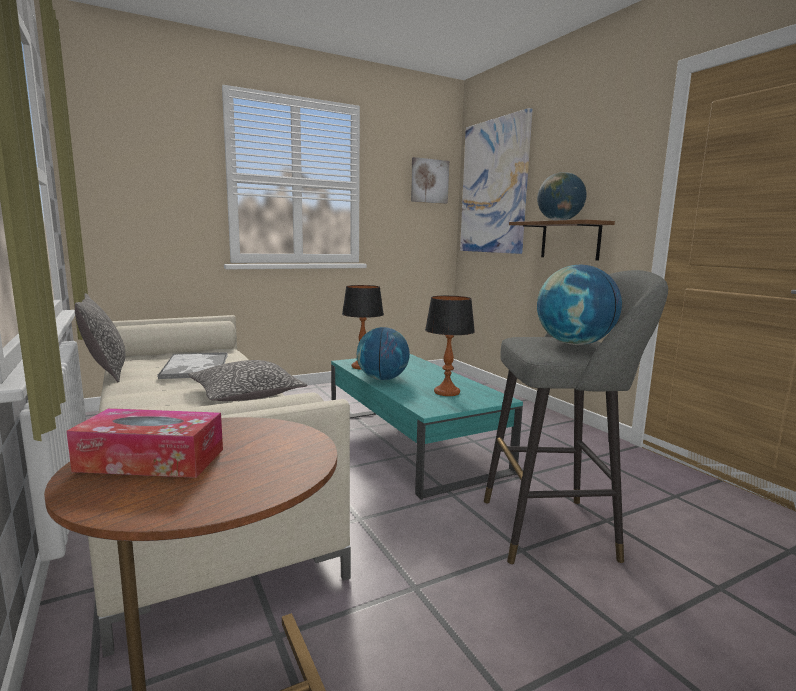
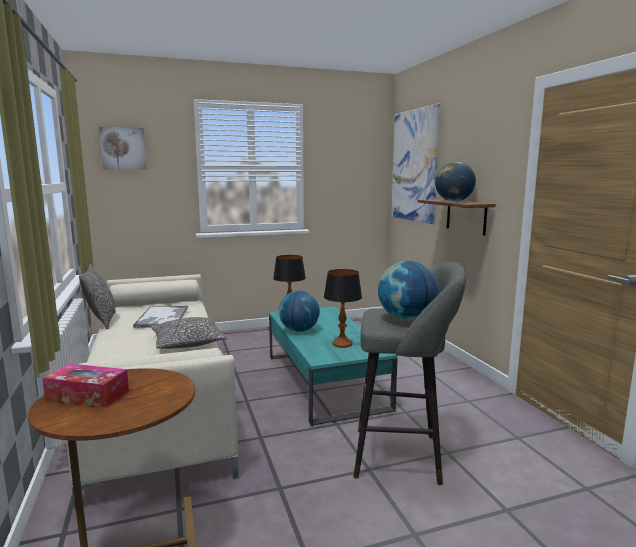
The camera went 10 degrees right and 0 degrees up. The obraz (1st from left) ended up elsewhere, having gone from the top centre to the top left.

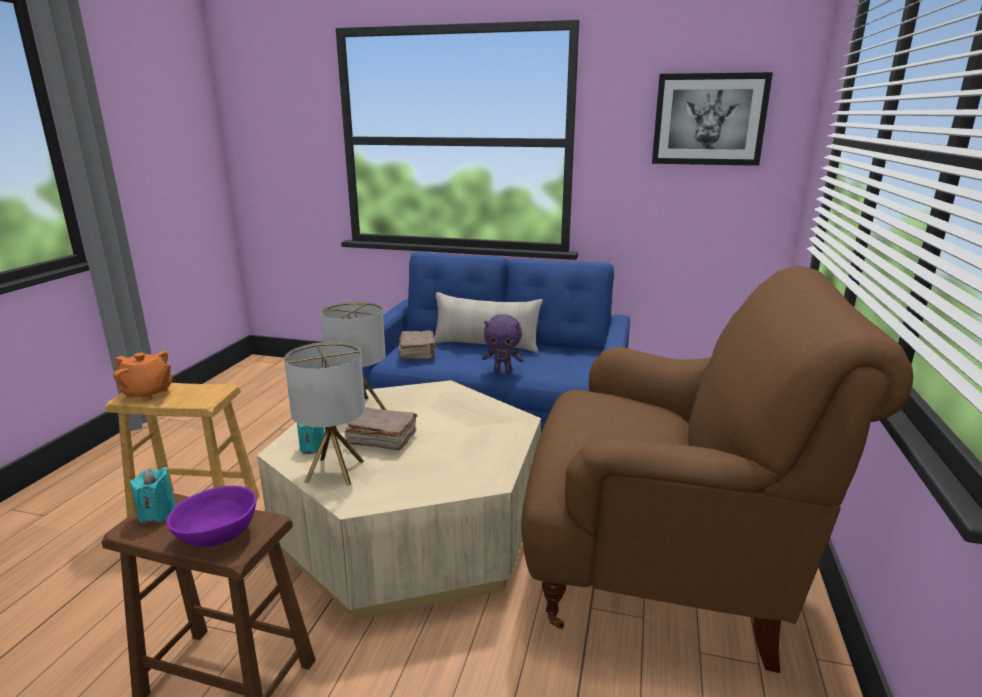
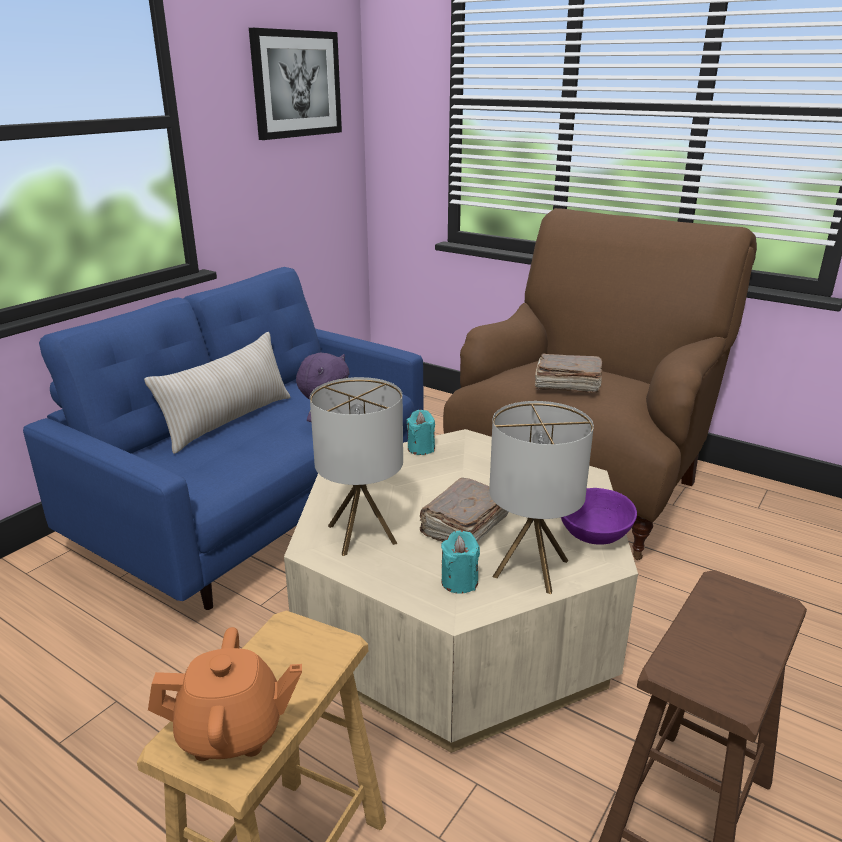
The camera went 70 degrees left and 5 degrees up. The świeca (turkusowy) (1st from left) ended up elsewhere, having gone from the bottom left to the centre. The miska (fioletowy) ended up elsewhere, having gone from the bottom left to the middle right. The książka (brązowy) (2nd from left) ended up elsewhere, having gone from the centre to the middle right. The imbryk (pomarańczowy) at the middle left ended up facing another way, 45 degrees clockwise from before.

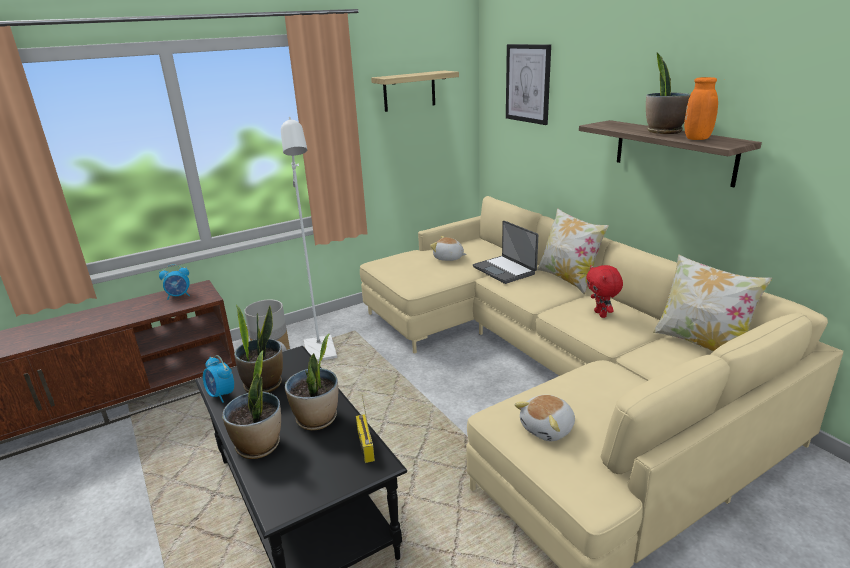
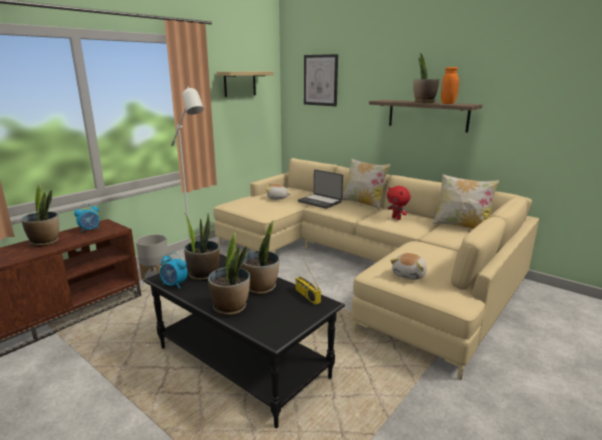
The camera went 20 degrees left and 5 degrees down. The second view gained the roślina doniczkowa (1st from left) at the middle left.

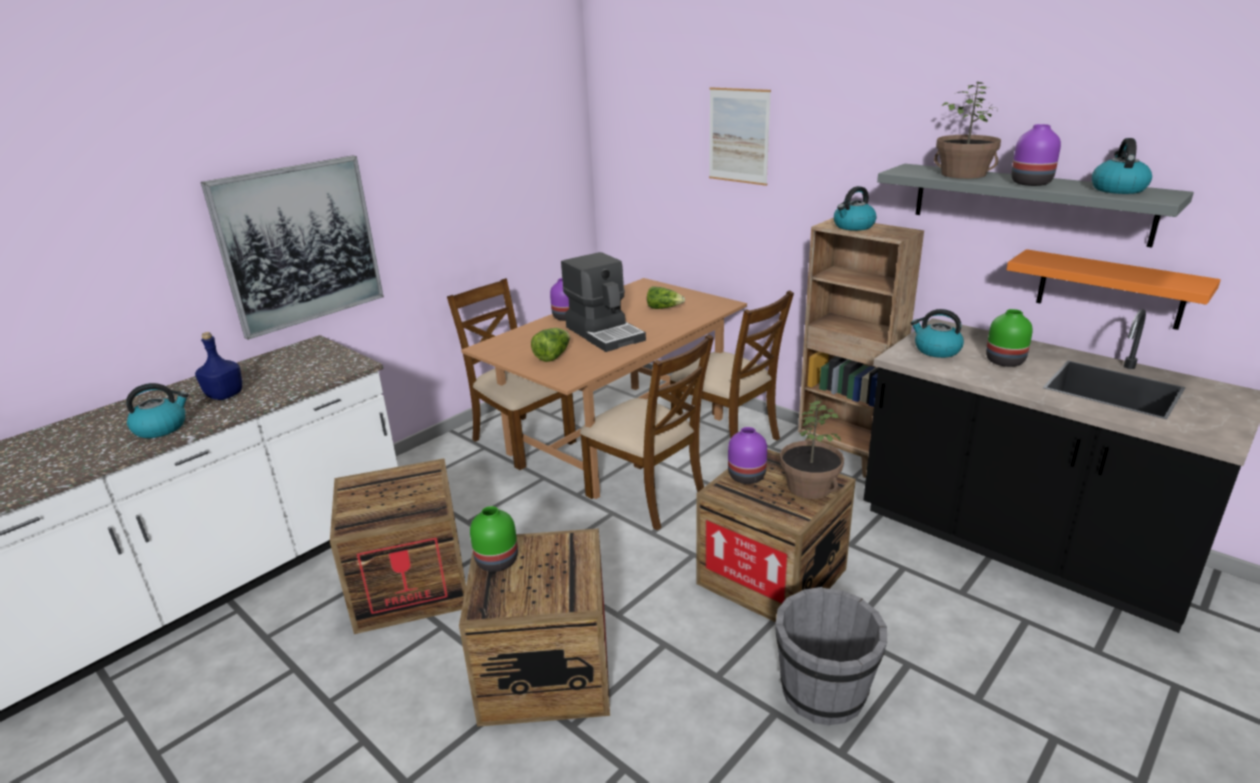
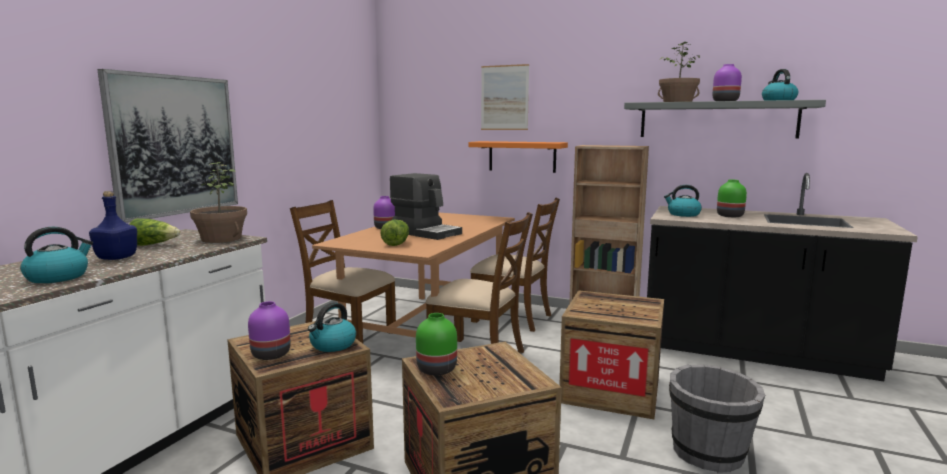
The camera went 20 degrees left and 15 degrees down. The sałata (2nd from left in the first image) ended up elsewhere, having gone from the centre to the middle left. The wazon (fioletowy) (2nd from left in the first image) ended up elsewhere, having gone from the centre to the bottom left. The roślina doniczkowa (1st from left) ended up elsewhere, having gone from the centre to the middle left. The czajnik (2nd from left) ended up elsewhere, having gone from the top right to the bottom centre. The półka (pomarańczowy) ended up elsewhere, having gone from the middle right to the top centre.

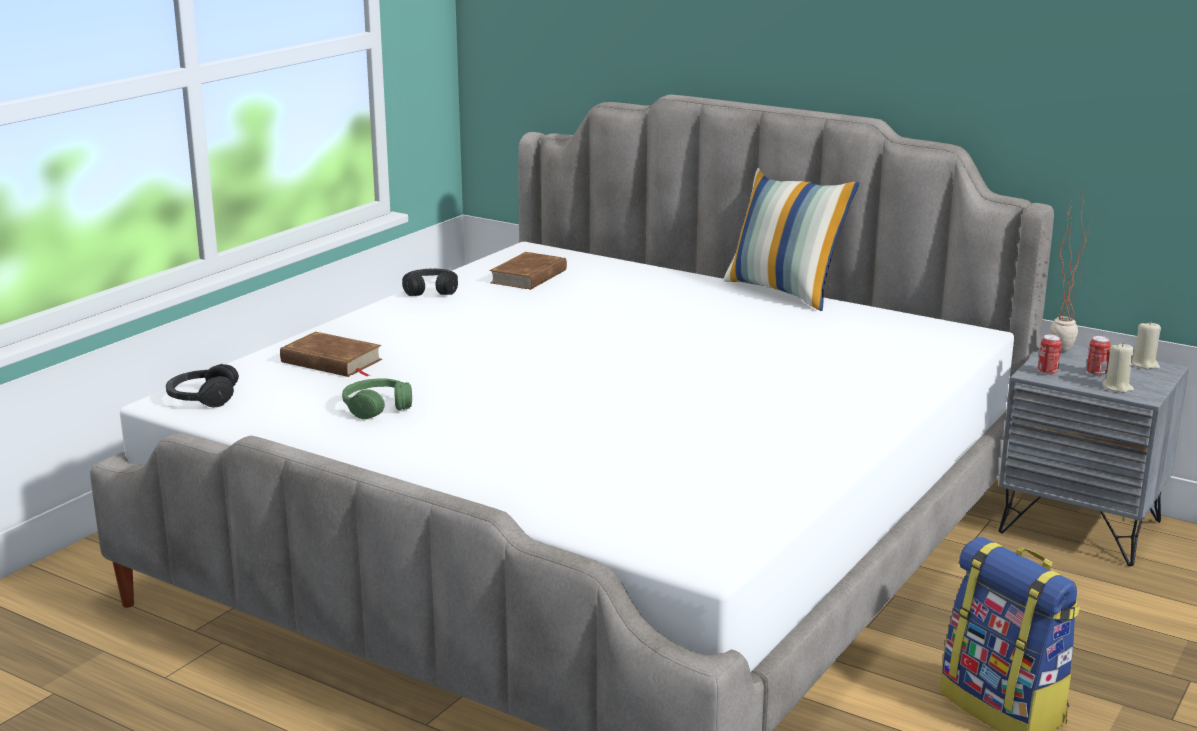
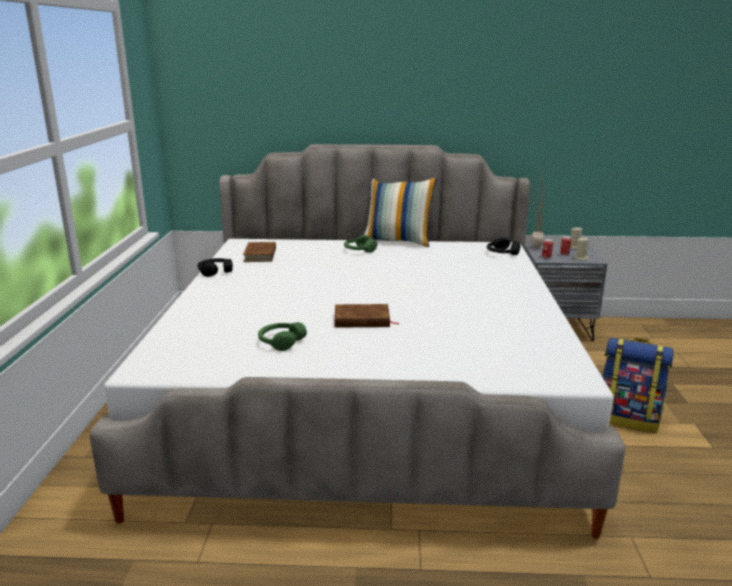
The camera went 30 degrees left and 0 degrees up. The second view gained the słuchawki (zielony) (2nd from left) at the centre. The słuchawki (czarny) (1st from left in the first image) ended up elsewhere, having gone from the middle left to the middle right. The książka (brązowy) (1st from left in the first image) ended up elsewhere, having gone from the middle left to the centre.

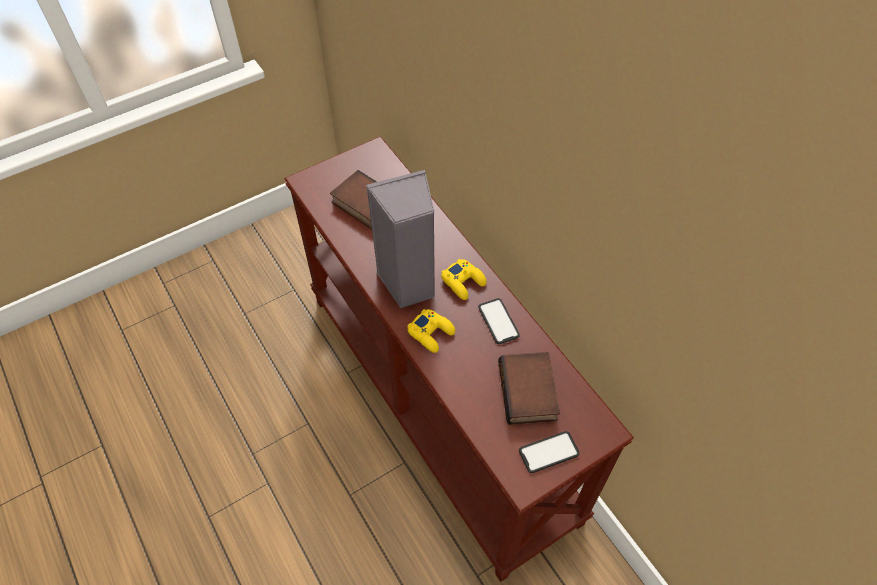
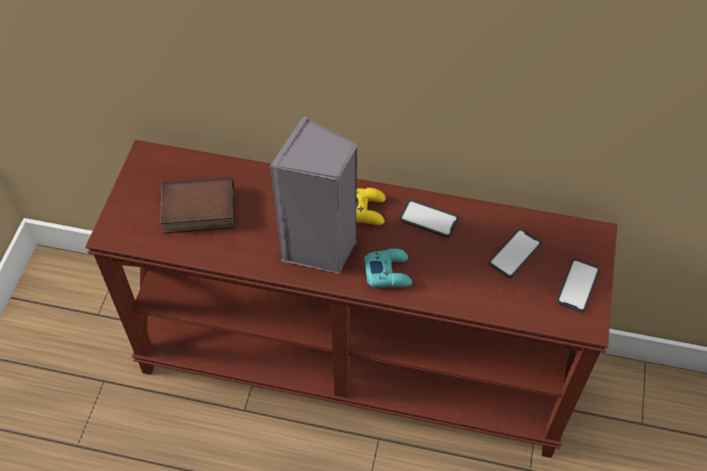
The camera went 45 degrees left and 0 degrees up. Where the książka (2nd from left) stood at the centre, the telefon (2nd from left) came to stand at the middle right. What was the pad do gier (żółty) (1st from left) at the centre turned into the pad do gier (turkusowy) at the centre.

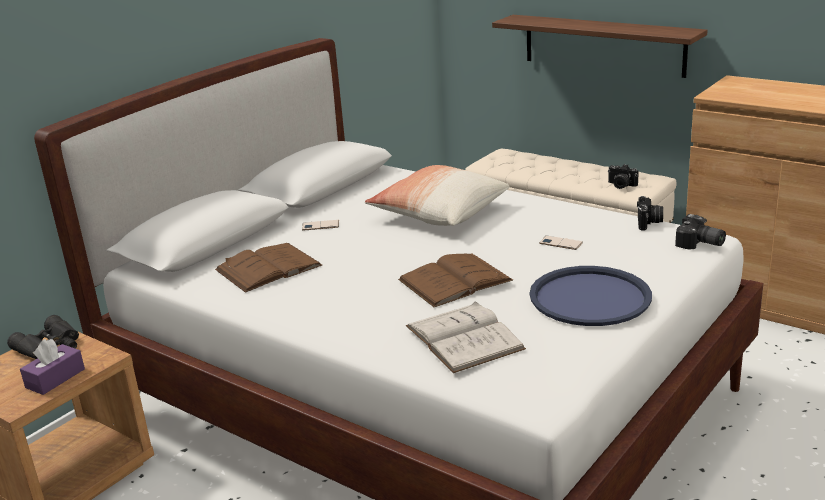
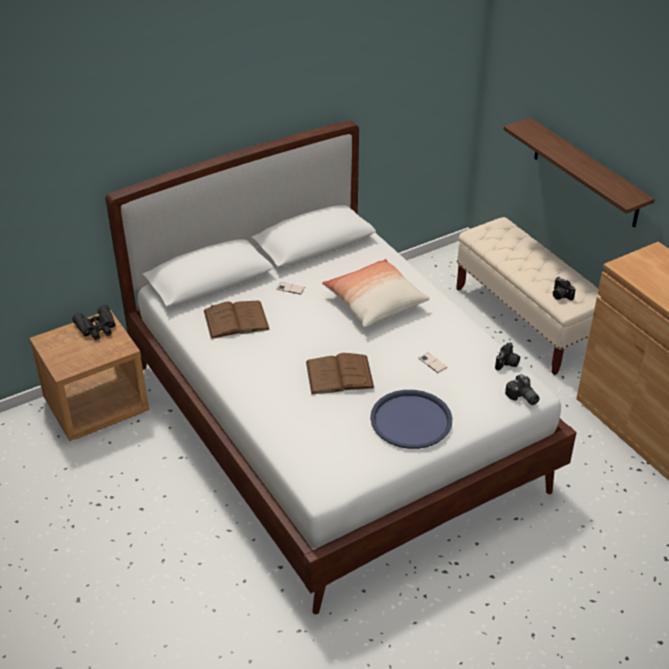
The camera went 20 degrees right and 15 degrees up. The second view lost the pudełko chusteczek (fioletowy) at the bottom left. The second view lost the książka (biały) at the bottom centre.

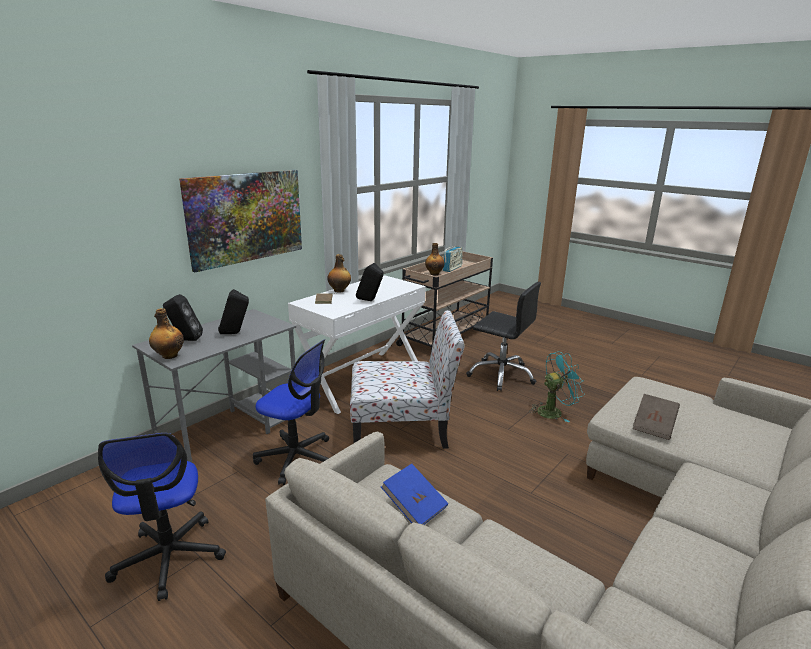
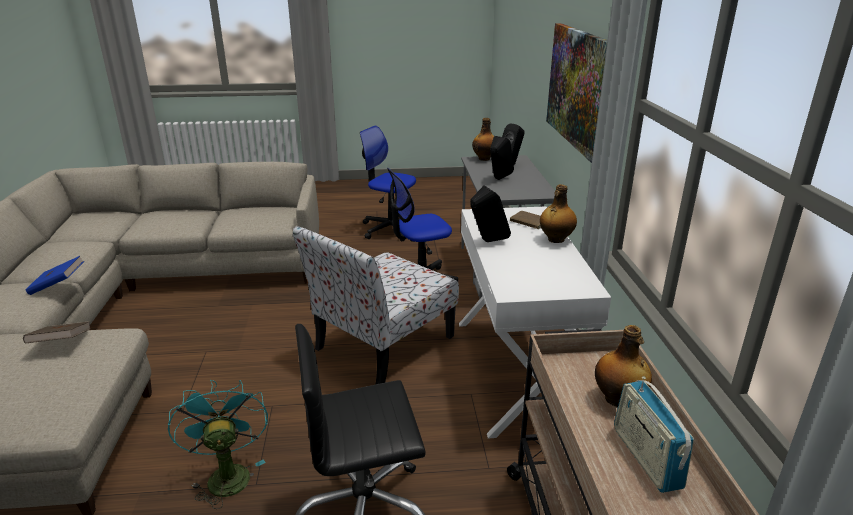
The camera went 135 degrees right and 5 degrees up. The książka (niebieski) ended up elsewhere, having gone from the bottom centre to the middle left. The wentylator (turkusowy) at the middle right ended up facing another way, 135 degrees clockwise from before.

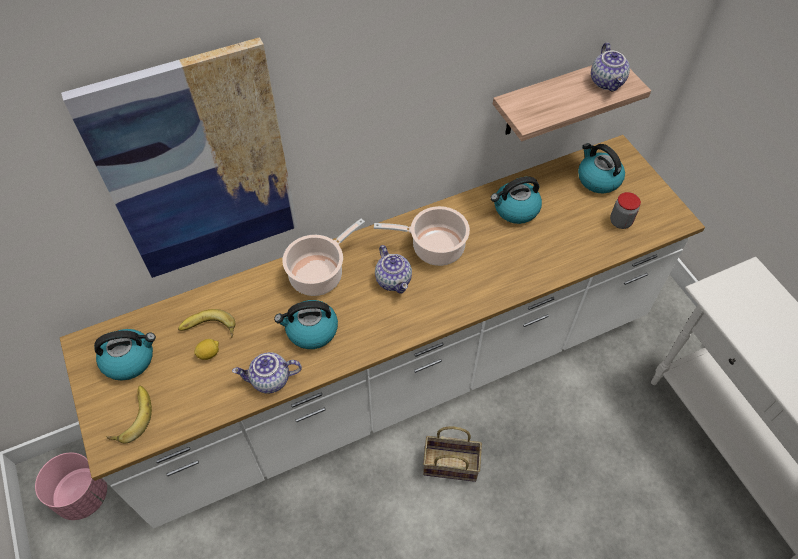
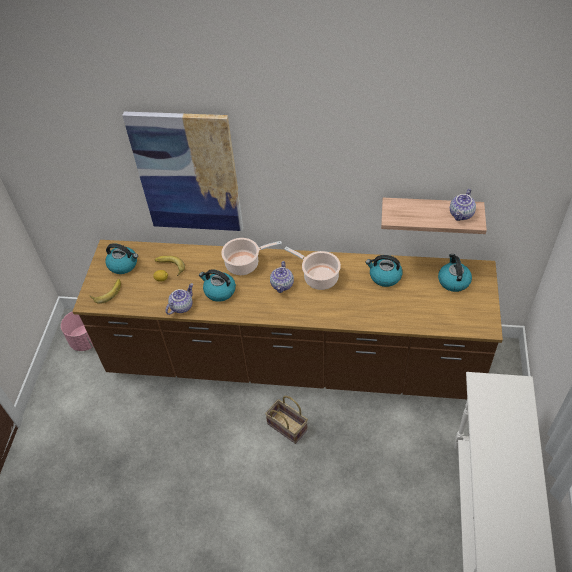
The camera went 35 degrees right and 5 degrees down. The second view lost the słoik at the middle right. What was the zabudowa kuchenna (biały) at the centre turned into the zabudowa kuchenna (brązowy) at the centre. The imbryk (1st from left) at the bottom centre ended up facing another way, 105 degrees clockwise from before.

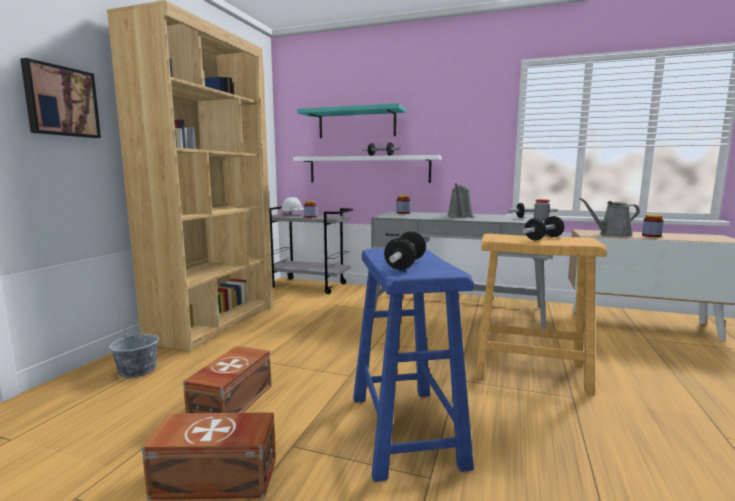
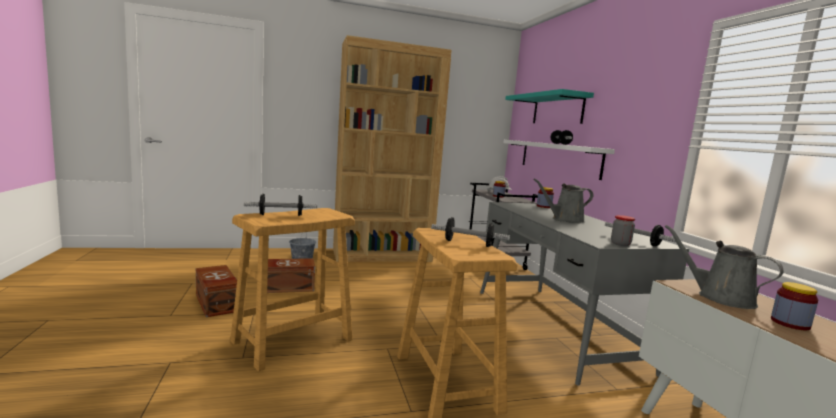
The camera went 55 degrees right and 0 degrees up. The second view lost the obraz at the top left. What was the stołek (niebieski) at the bottom centre turned into the stołek (beżowy) (1st from left) at the bottom centre.

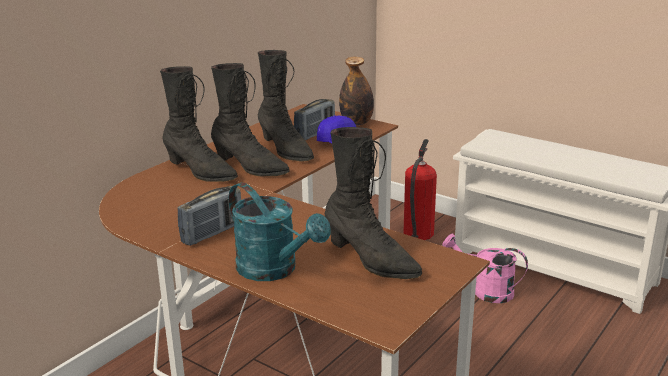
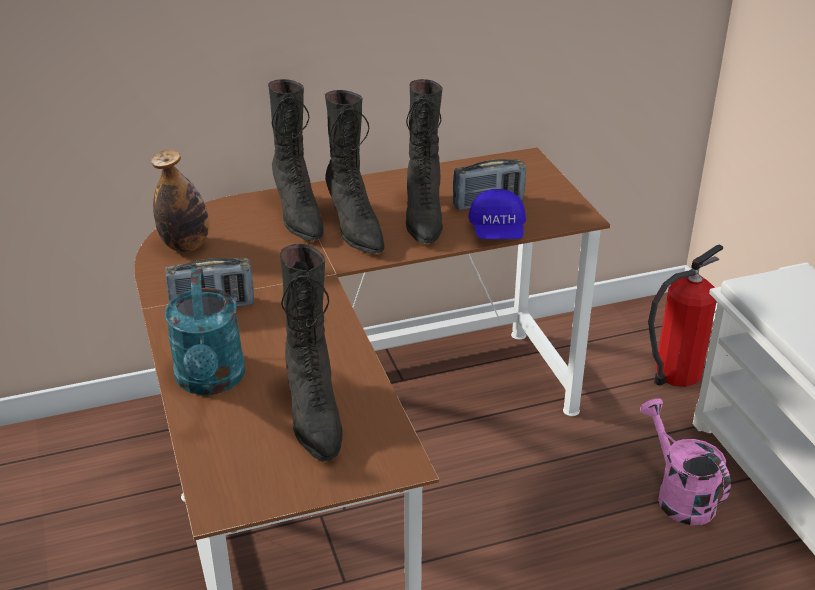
The camera went 35 degrees right and 10 degrees up. The butelka ended up elsewhere, having gone from the top centre to the middle left.

